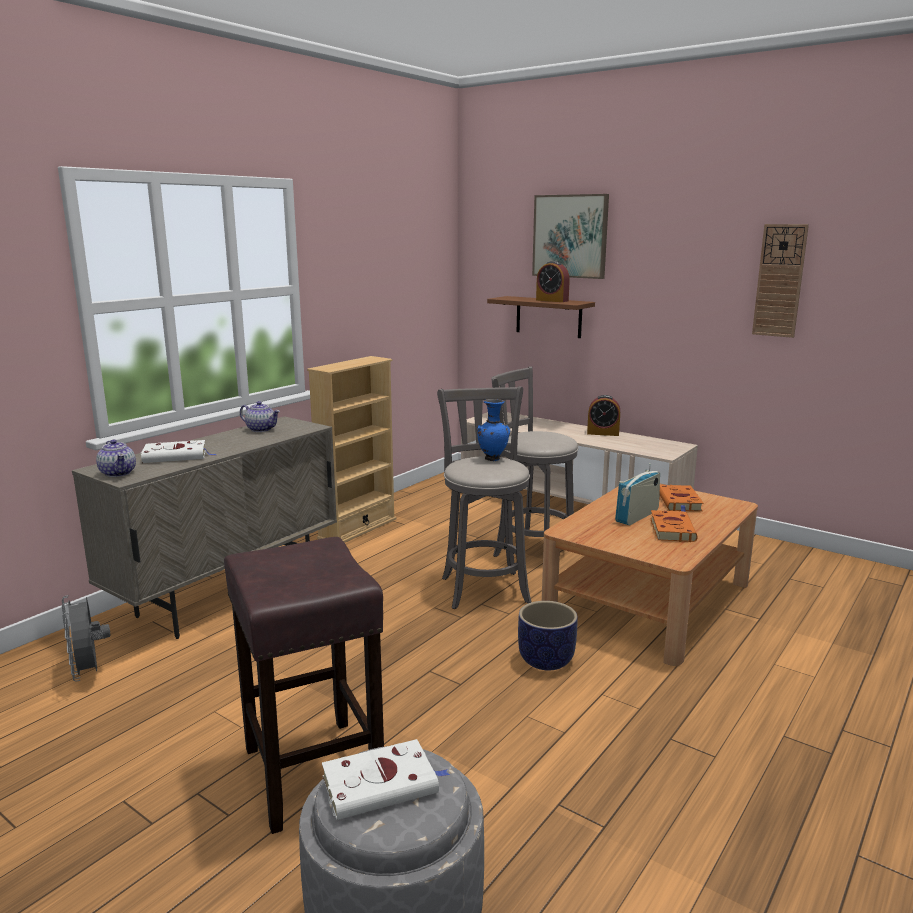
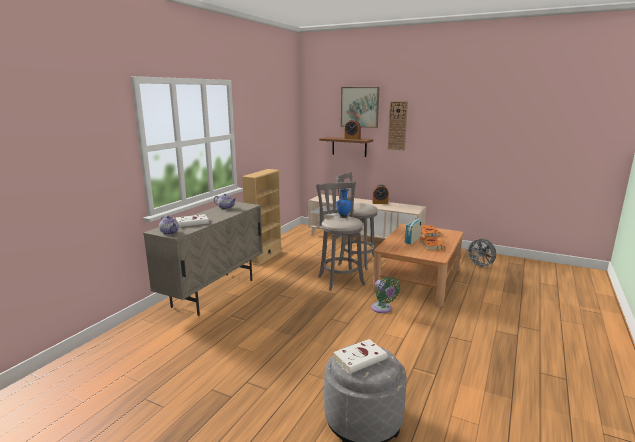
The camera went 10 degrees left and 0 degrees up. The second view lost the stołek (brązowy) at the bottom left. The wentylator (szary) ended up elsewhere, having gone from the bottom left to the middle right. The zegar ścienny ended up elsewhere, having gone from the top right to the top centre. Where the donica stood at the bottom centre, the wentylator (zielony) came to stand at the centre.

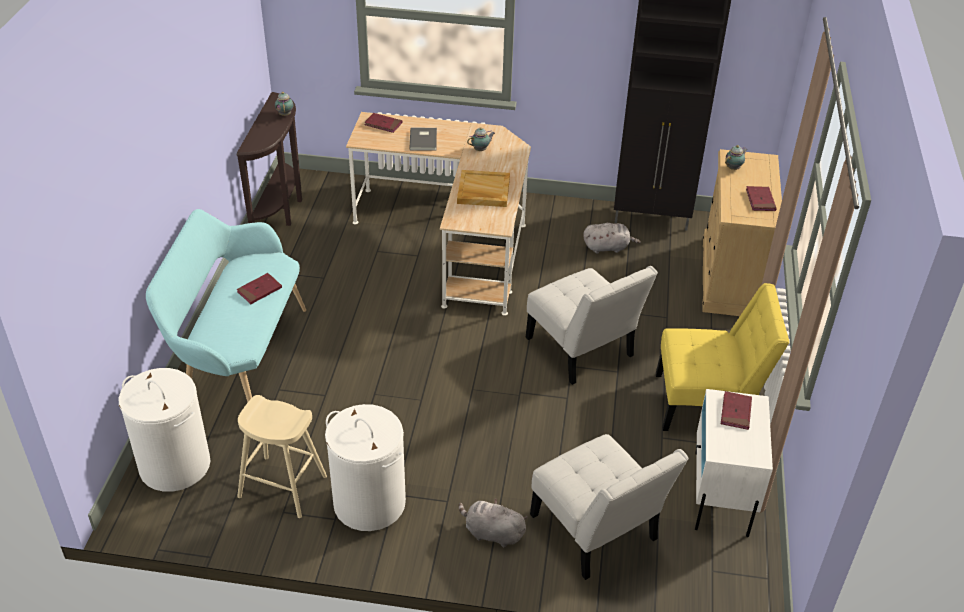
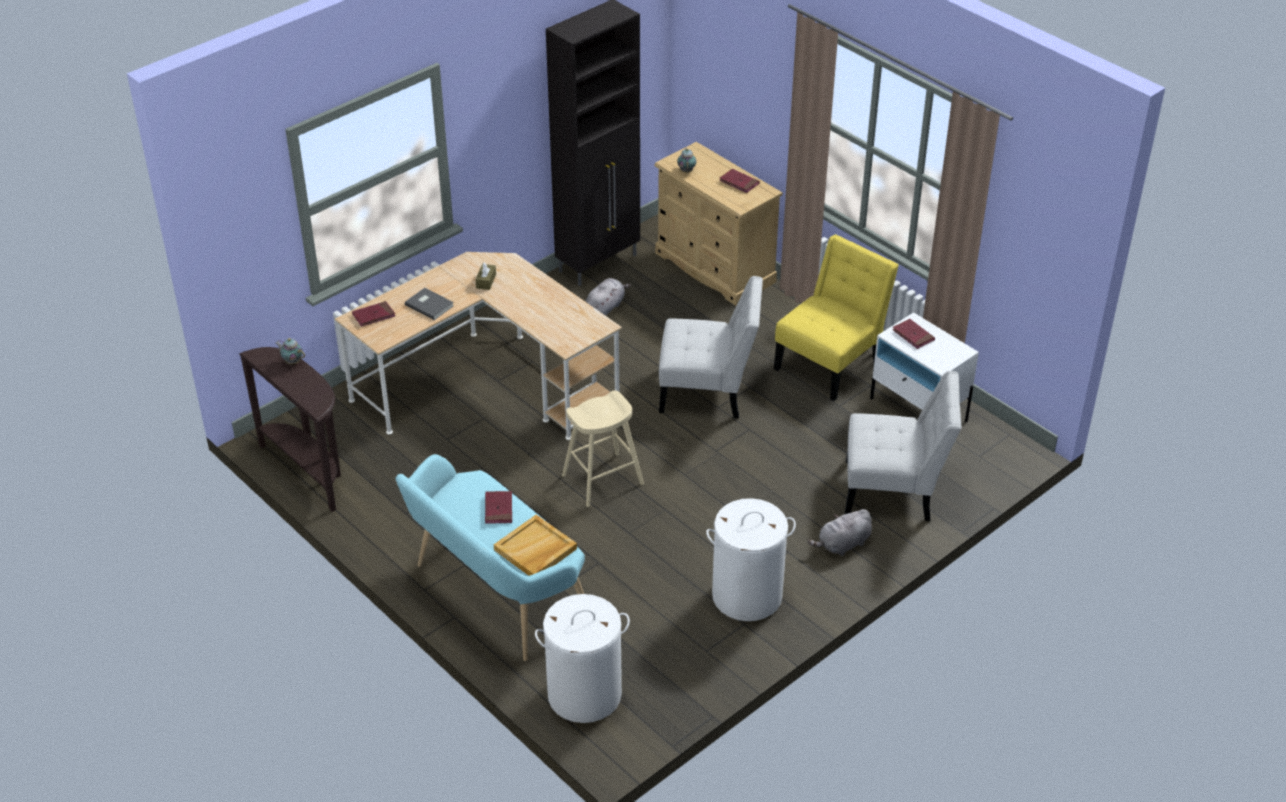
The camera went 50 degrees left and 0 degrees up. The stołek (beżowy) ended up elsewhere, having gone from the bottom left to the centre. The taca (beżowy) ended up elsewhere, having gone from the top centre to the bottom centre. Where the imbryk (2nd from left) stood at the top centre, the pudełko chusteczek (brązowy) came to stand at the centre.

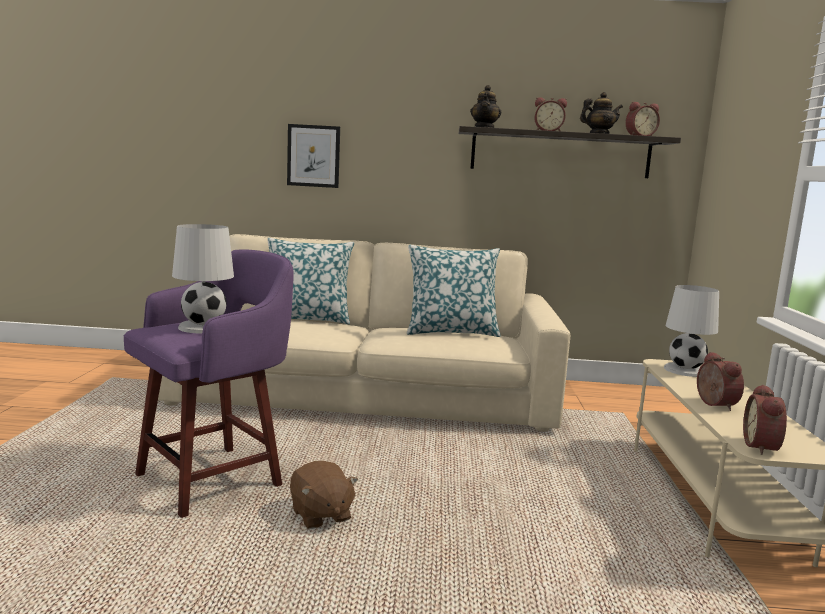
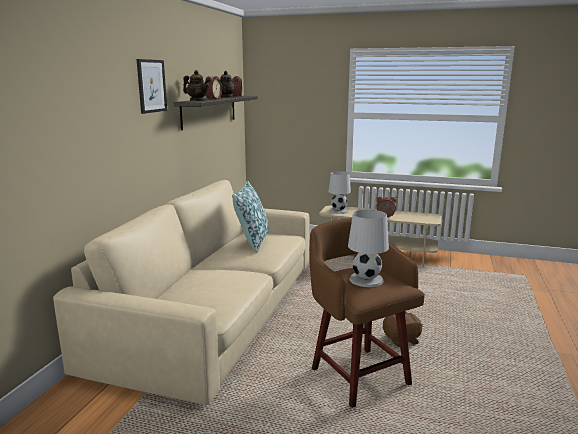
The camera went 75 degrees left and 5 degrees up. The second view lost the poduszka (1st from left) at the centre. The second view lost the budzik (4th from left) at the bottom right. The obraz ended up elsewhere, having gone from the top centre to the top left. What was the stołek (fioletowy) at the middle left turned into the stołek (brązowy) at the bottom centre.

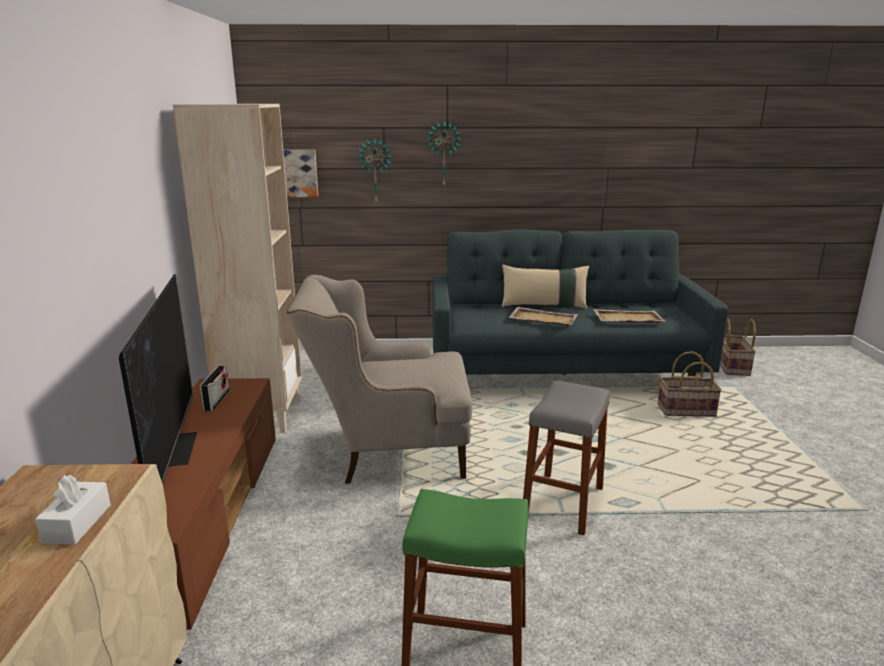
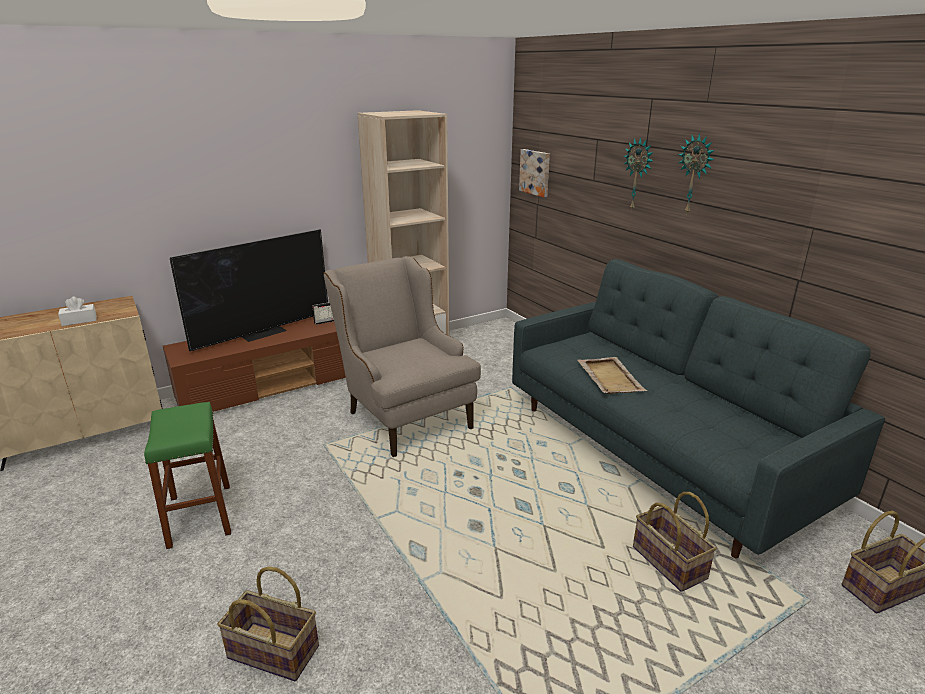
The camera went 60 degrees right and 5 degrees up. The second view lost the poduszka (beżowy) at the centre. The second view lost the stołek (szary) at the bottom centre. The second view lost the taca (beżowy) (2nd from left) at the middle right. The second view gained the koszyk (1st from left) at the bottom left. The zegar ścienny (1st from left in the first image) ended up elsewhere, having gone from the top centre to the top right.

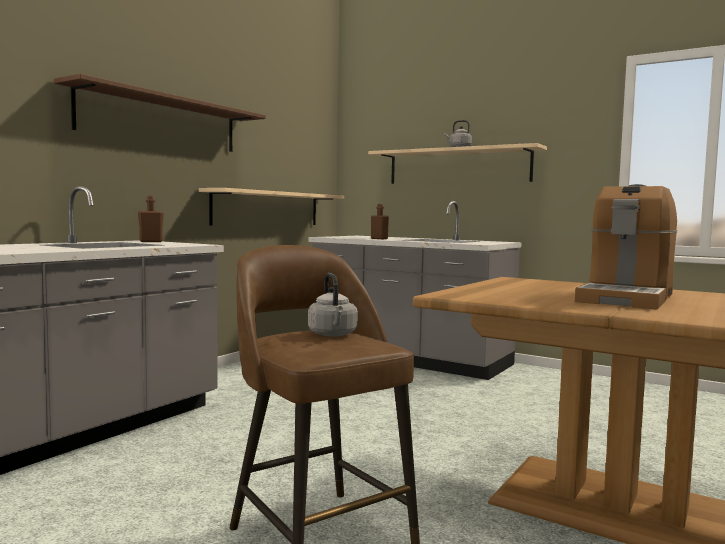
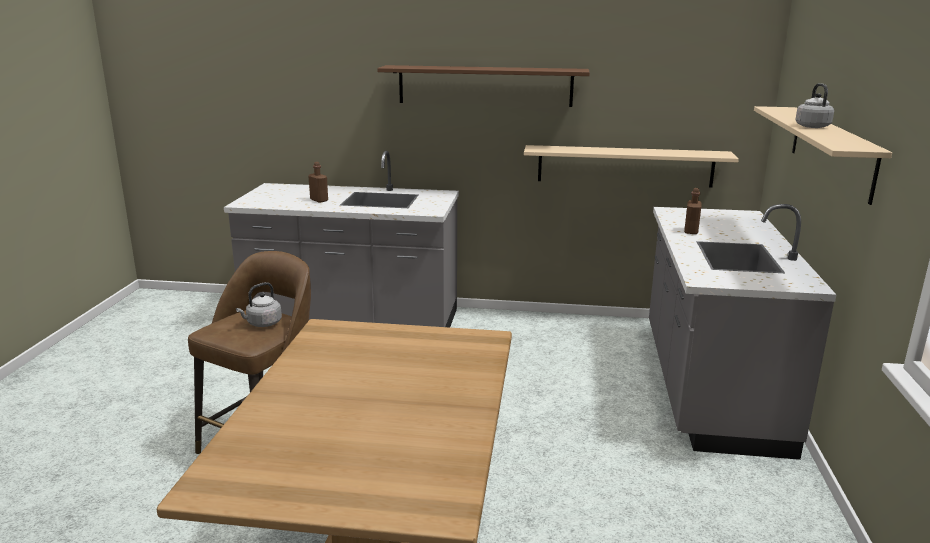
The camera went 65 degrees right and 15 degrees up. The second view lost the ekspres do kawy at the middle right. The butelka (brązowy) (1st from left) ended up elsewhere, having gone from the middle left to the centre.

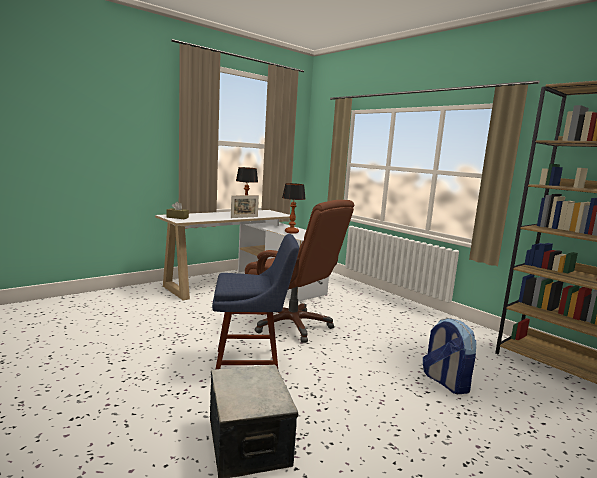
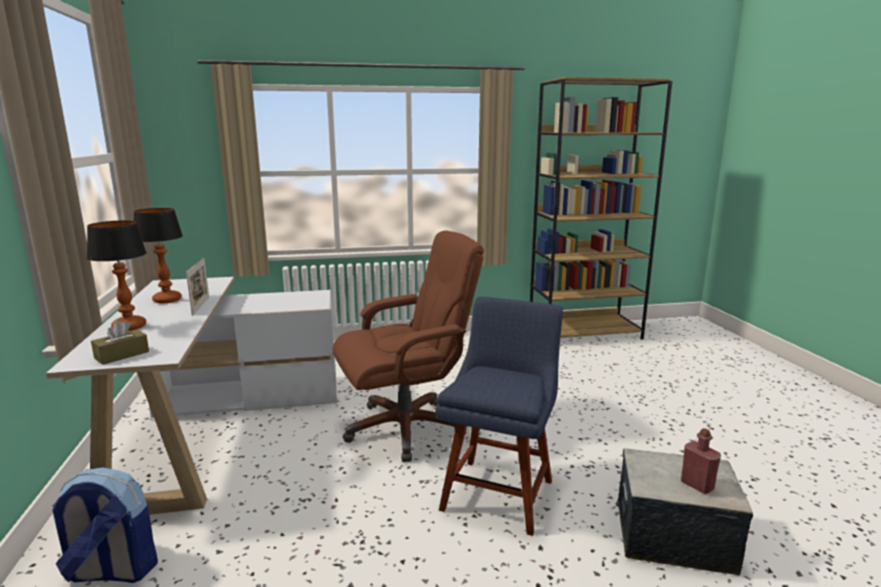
The camera went 60 degrees left and 5 degrees up. The second view gained the butelka (czerwony) at the bottom right. The lampa stołowa (2nd from left in the first image) ended up elsewhere, having gone from the centre to the middle left. The plecak ended up elsewhere, having gone from the bottom right to the bottom left.

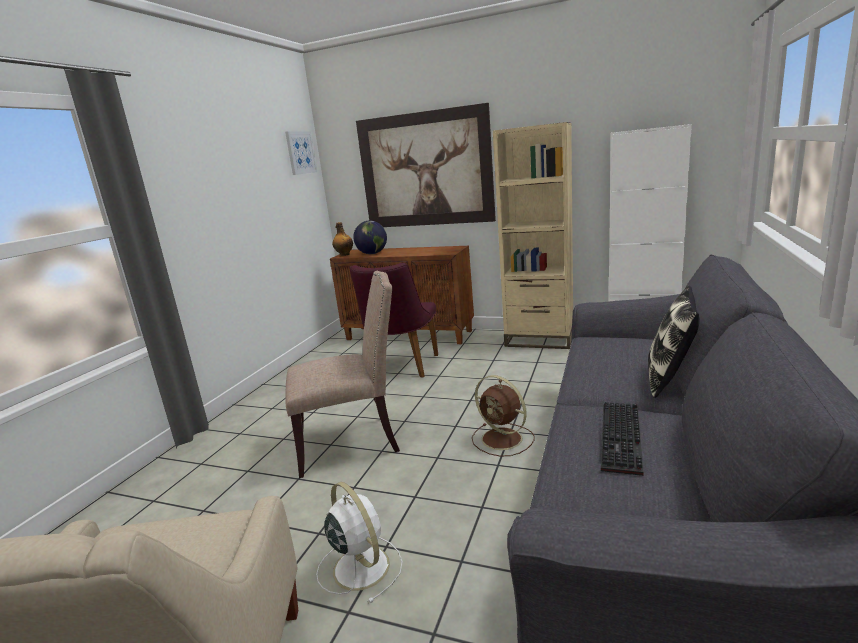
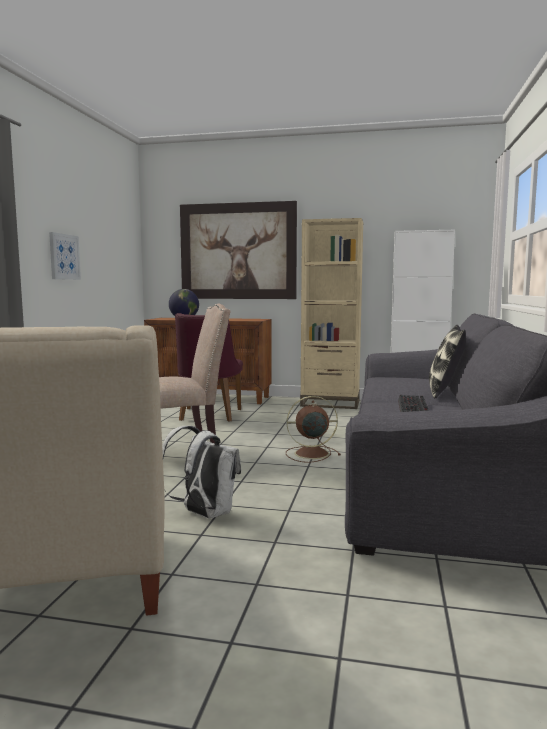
The camera went 10 degrees left and 10 degrees down. The second view lost the butelka at the centre. The obraz (1st from left) ended up elsewhere, having gone from the top centre to the middle left. Where the wentylator (biały) stood at the bottom centre, the plecak (biały) came to stand at the centre. The wentylator (brązowy) at the centre ended up facing another way, 135 degrees clockwise from before.

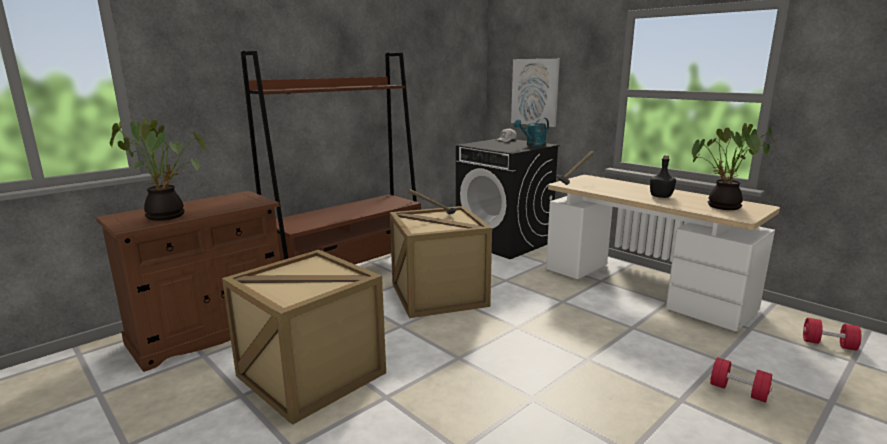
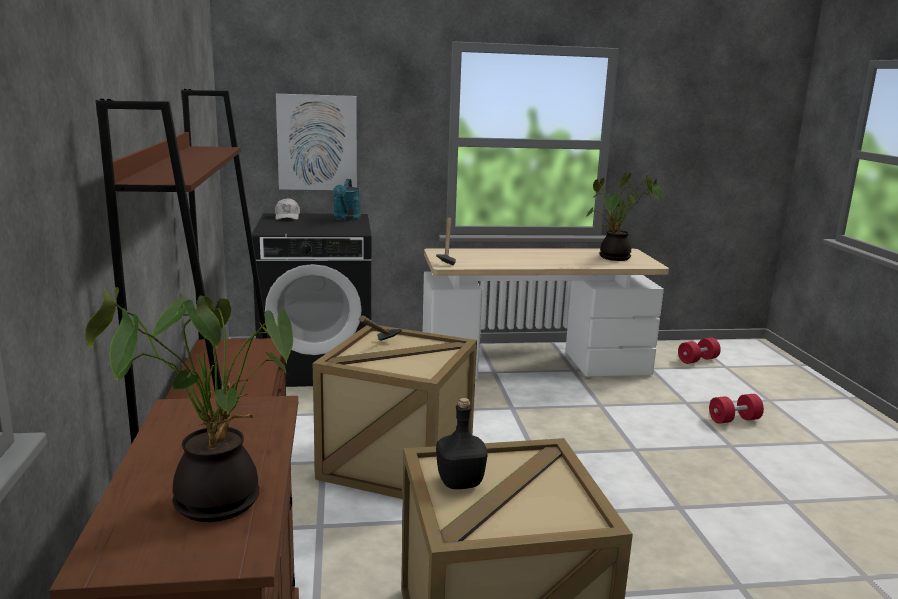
The camera went 55 degrees left and 0 degrees up. The butelka (czarny) ended up elsewhere, having gone from the middle right to the bottom centre.

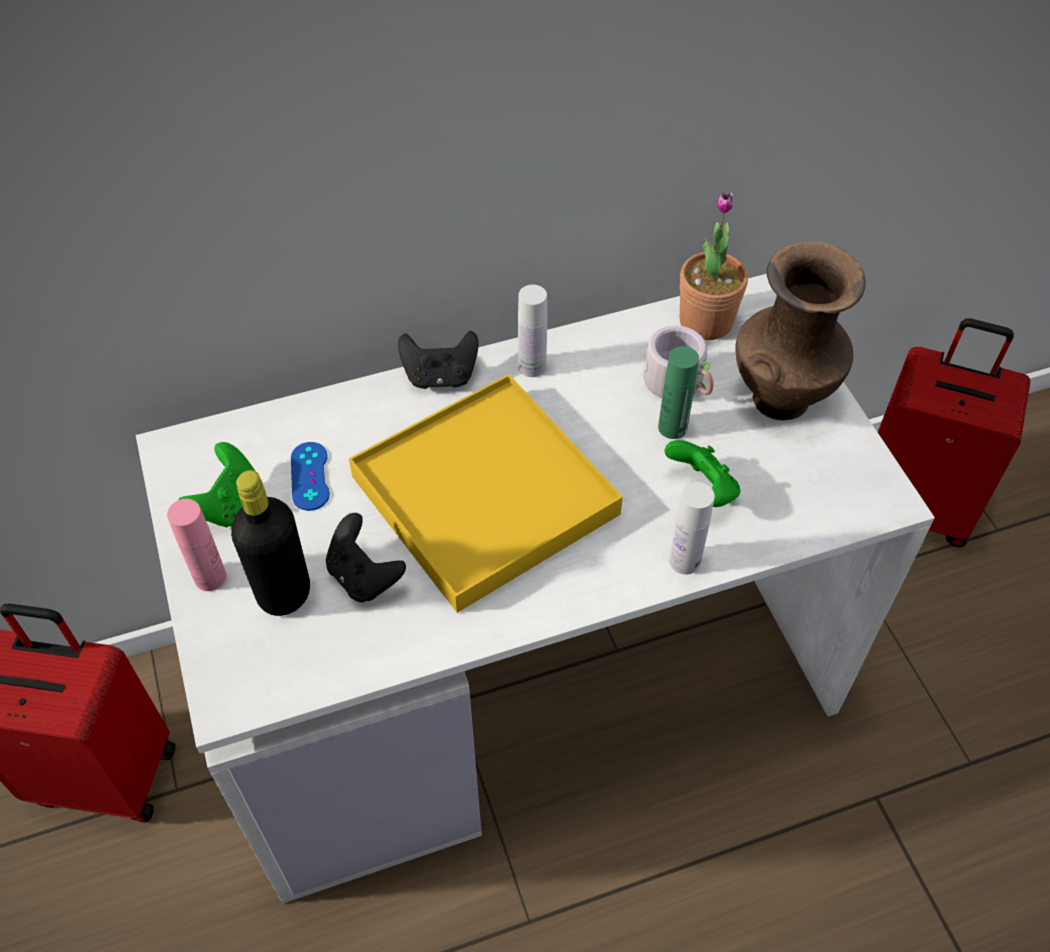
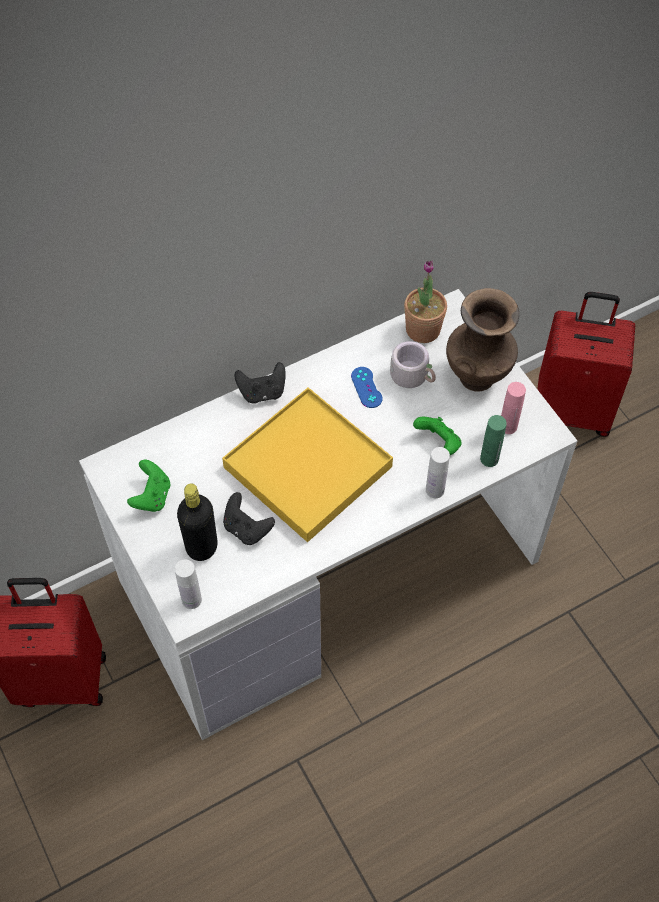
The camera went 10 degrees left and 5 degrees up. The butelka (różowy) ended up elsewhere, having gone from the middle left to the middle right. The pad do gier (niebieski) ended up elsewhere, having gone from the middle left to the centre. The butelka (biały) (1st from left) ended up elsewhere, having gone from the centre to the middle left. The butelka (zielony) ended up elsewhere, having gone from the centre to the middle right.

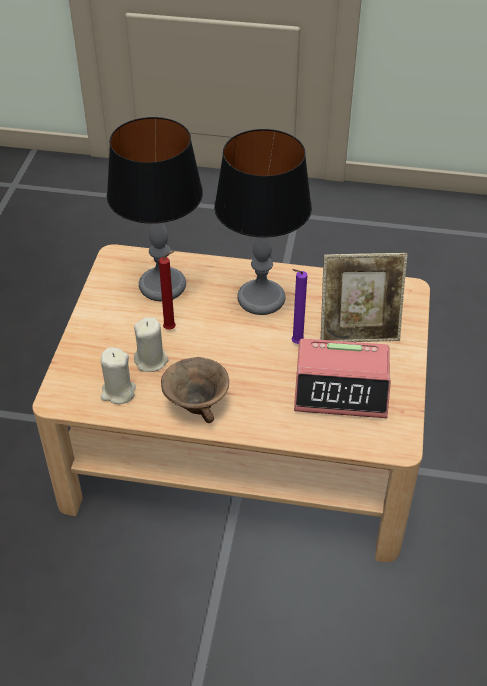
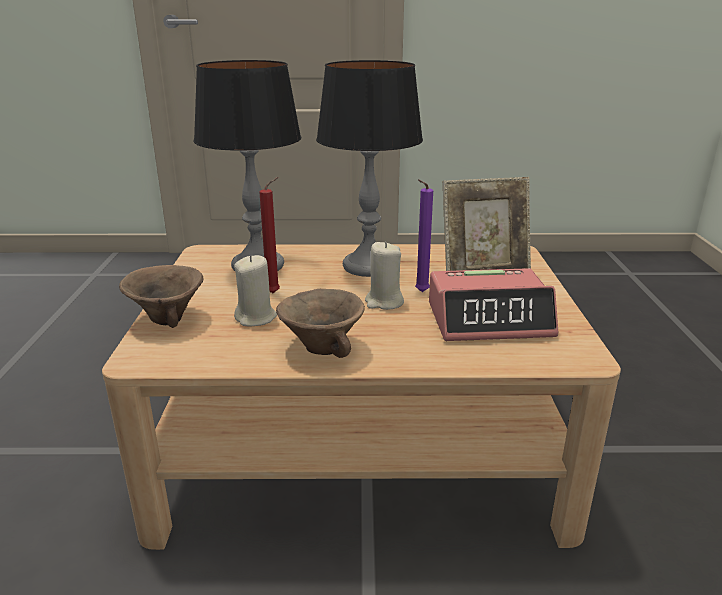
The camera went 10 degrees left and 20 degrees down. The second view gained the miska (brązowy) (1st from left) at the middle left. The świeca (beżowy) (1st from left in the first image) ended up elsewhere, having gone from the middle left to the centre.

